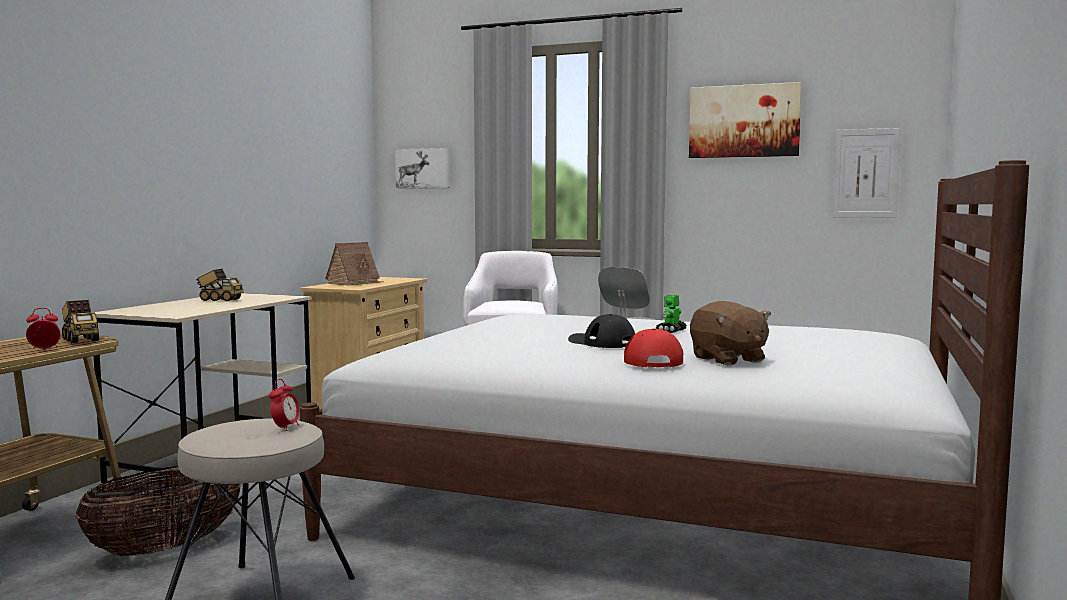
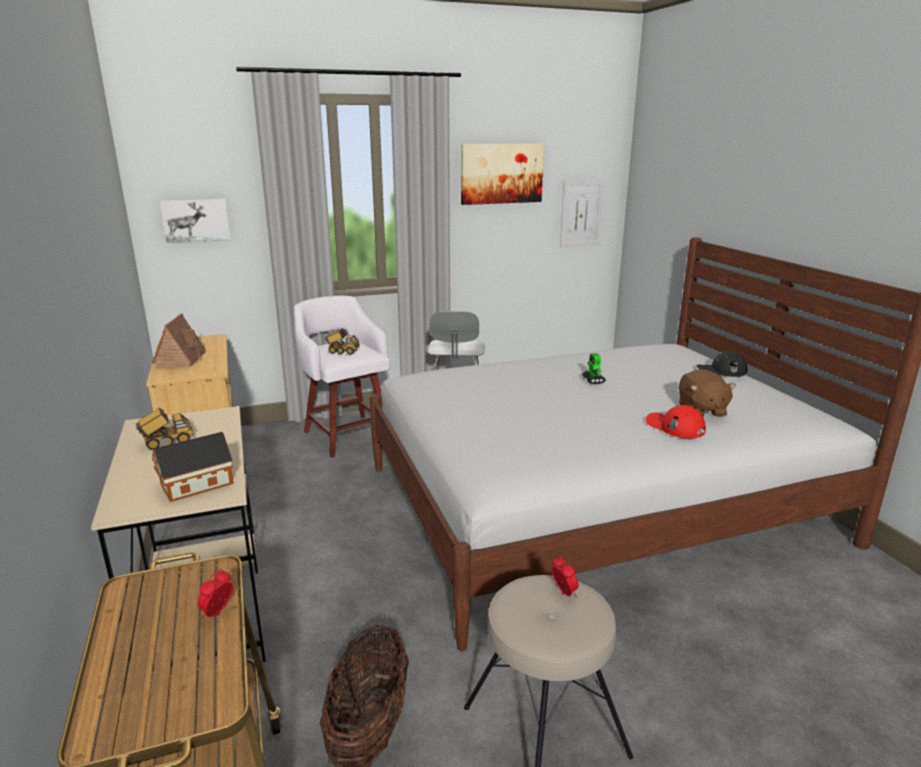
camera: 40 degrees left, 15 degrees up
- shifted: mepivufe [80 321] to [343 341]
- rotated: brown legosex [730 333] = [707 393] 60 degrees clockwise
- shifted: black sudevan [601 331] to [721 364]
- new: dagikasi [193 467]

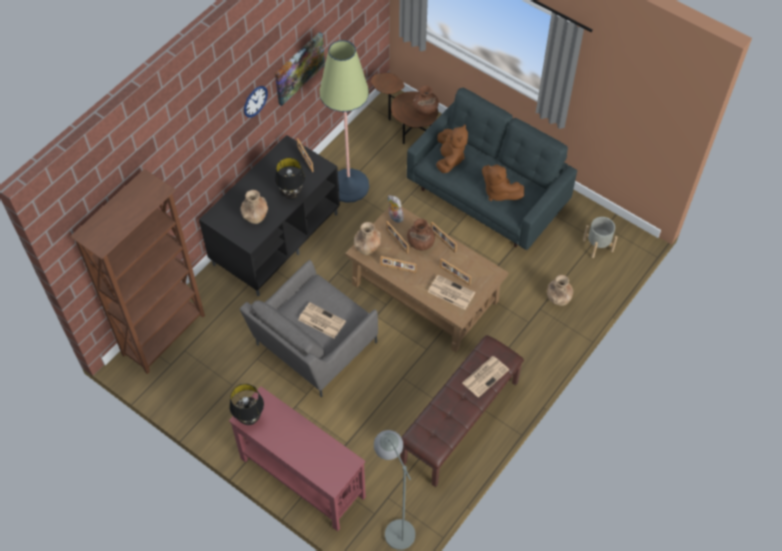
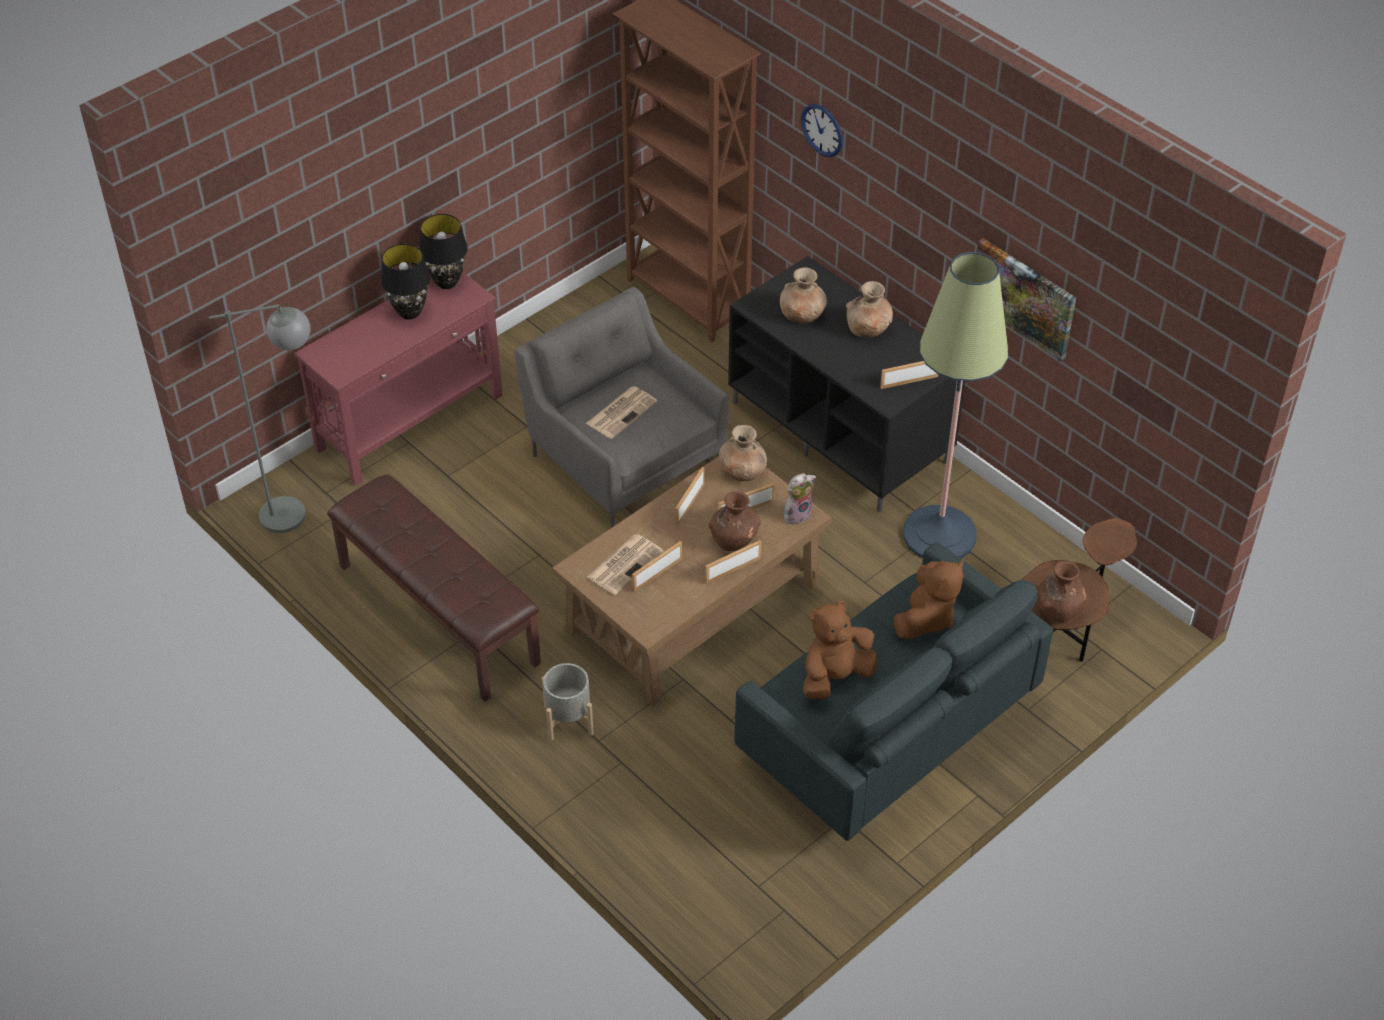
camera: 100 degrees right, 10 degrees down
- shifted: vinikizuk [256 102] to [822 130]
- rotated: brown legosex [452 148] = [928 599] 75 degrees counterclockwise
- shifted: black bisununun [290 179] to [405 282]
- shifted: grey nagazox [600 237] to [568 702]
- shifted: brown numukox [560 290] to [869 309]
- gone: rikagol [485 377]

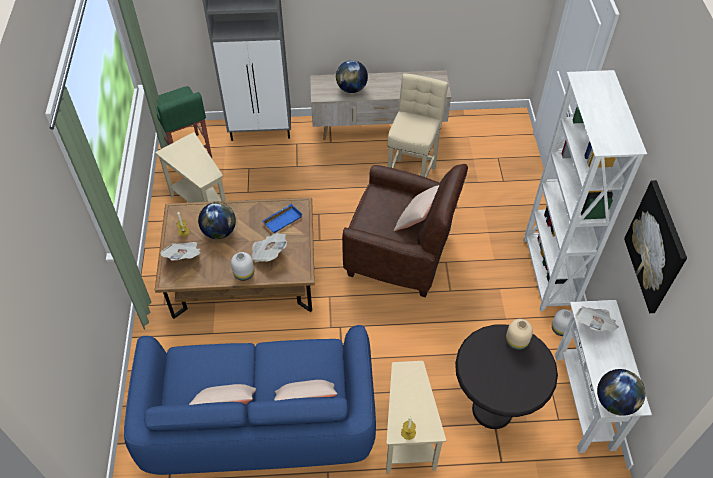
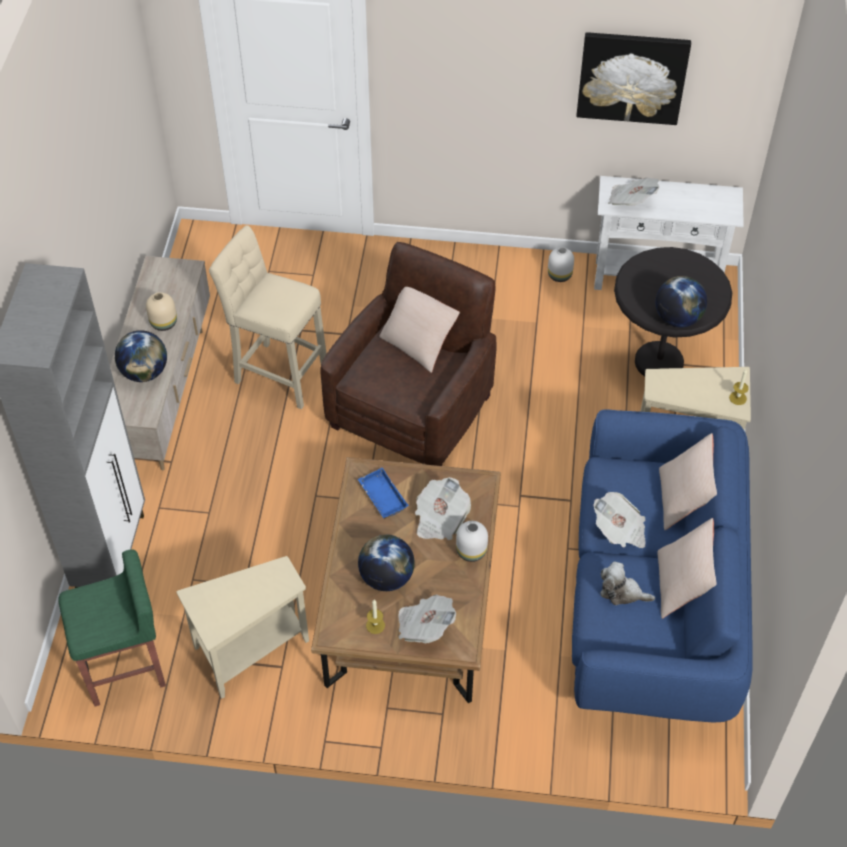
camera: 80 degrees left, 0 degrees up
- gone: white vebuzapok [585 190]
- shifted: beige numukox [519 334] to [161 311]
- shifted: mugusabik [621 392] to [681 301]
- new: rikagol [619 520]
- new: legosex [627 583]

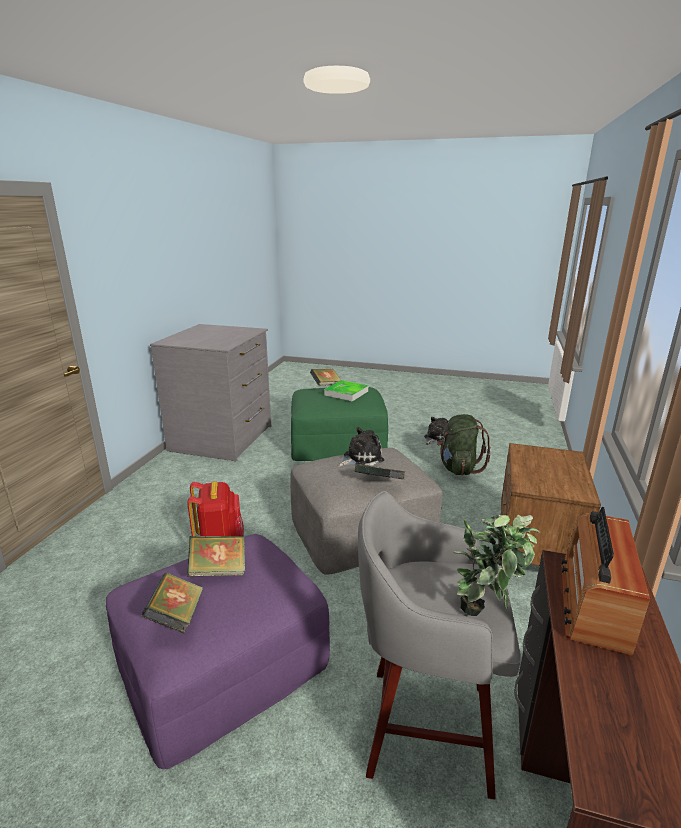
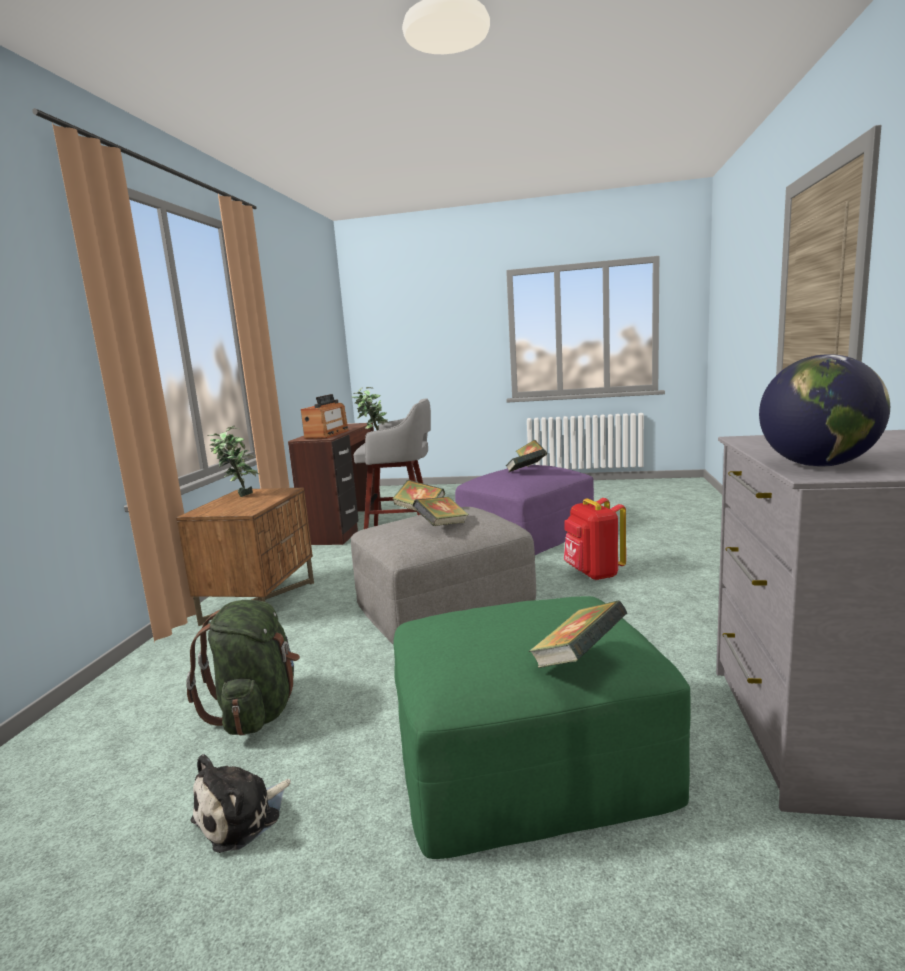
camera: 175 degrees right, 10 degrees down
- gone: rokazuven [346 390]
- swapped: legosex [361 447] to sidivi [441 511]
- new: mugusabik [824 410]
- new: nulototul [233 461]

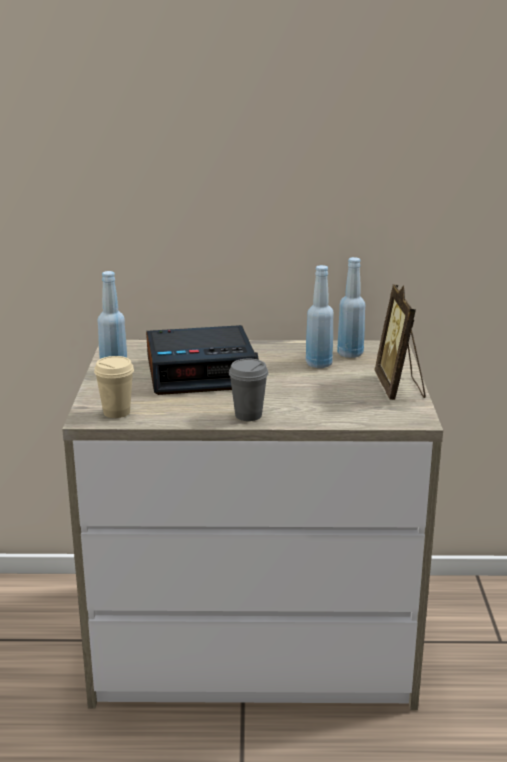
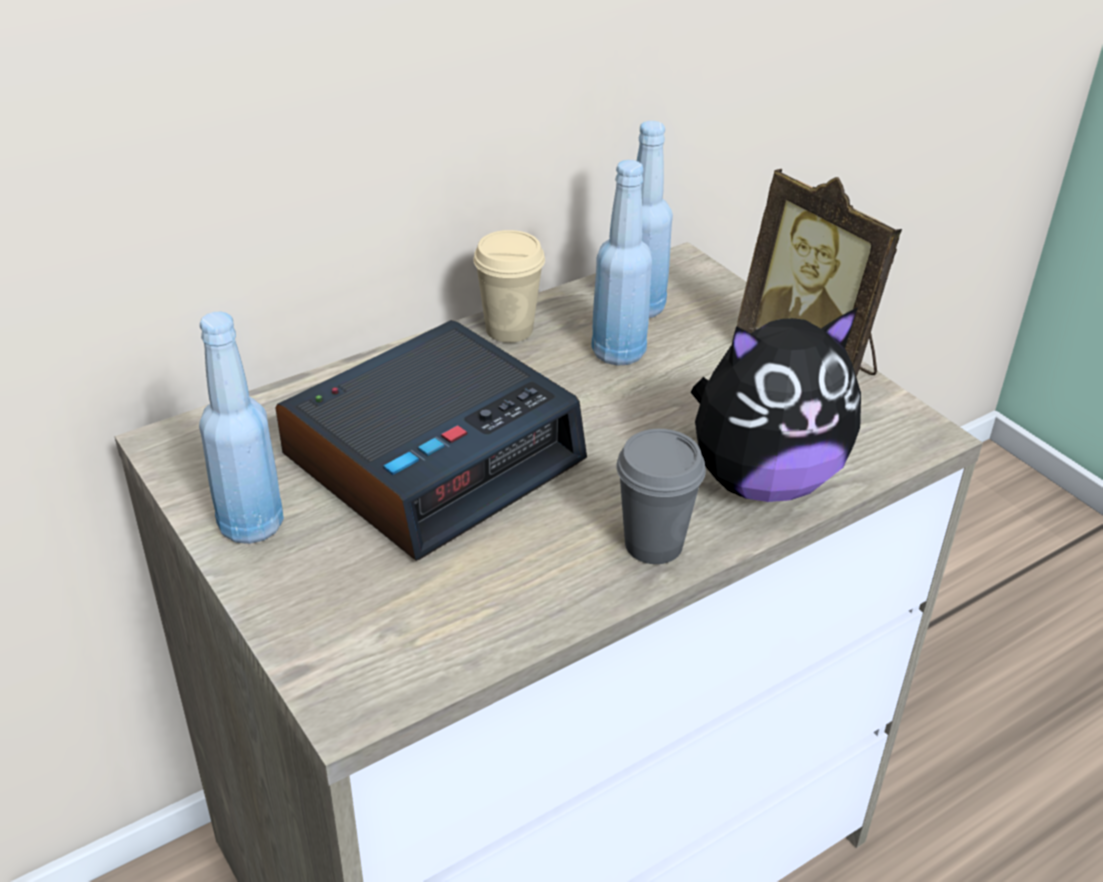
camera: 35 degrees left, 15 degrees up
- shifted: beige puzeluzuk [114 387] to [509 286]
- new: legosex [776 404]

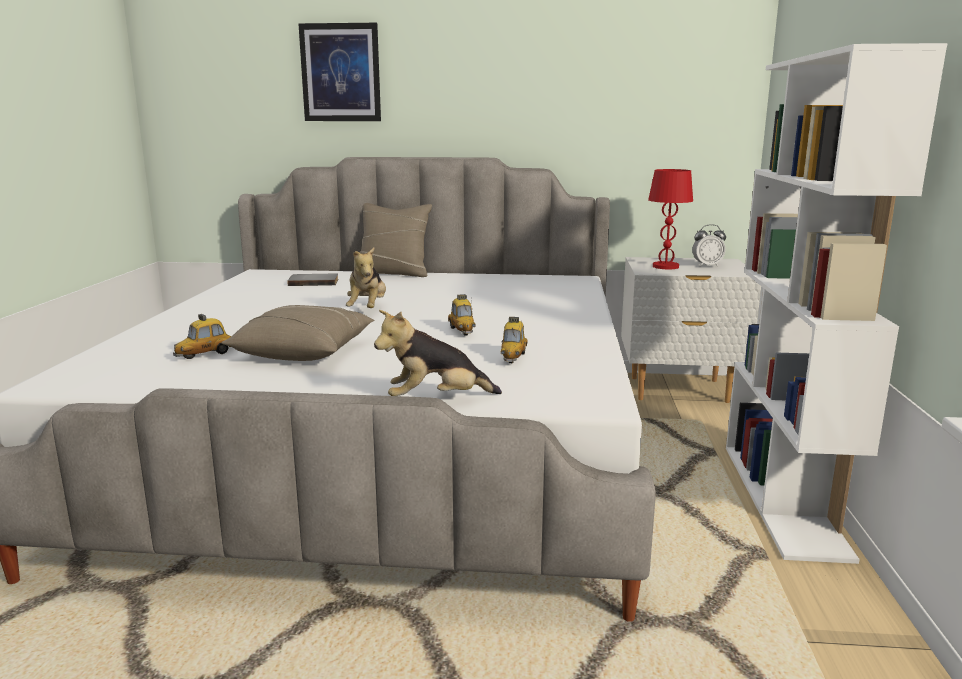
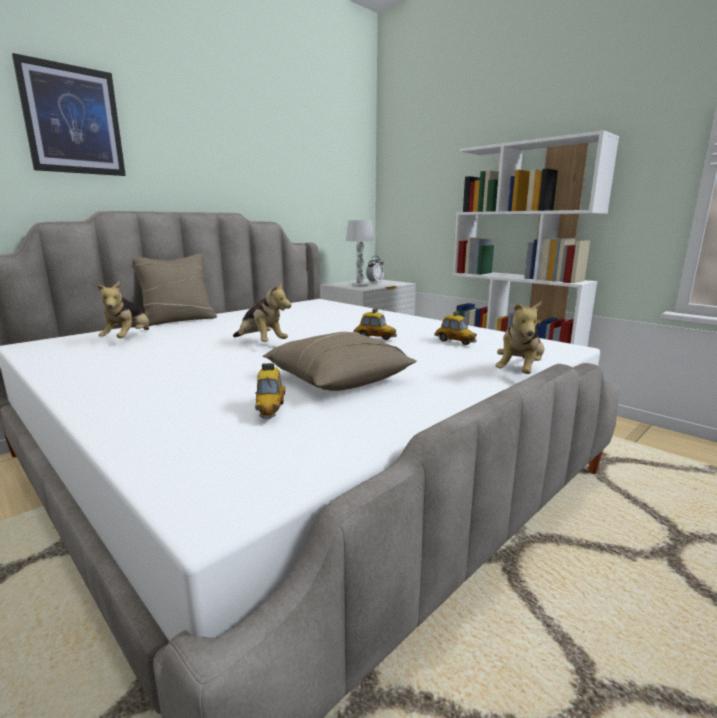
camera: 50 degrees left, 0 degrees up
- repainted: red bisununun [670 219] to white bisununun [360 253]
- swapped: grey sidivi [312 280] to legosex [123 309]

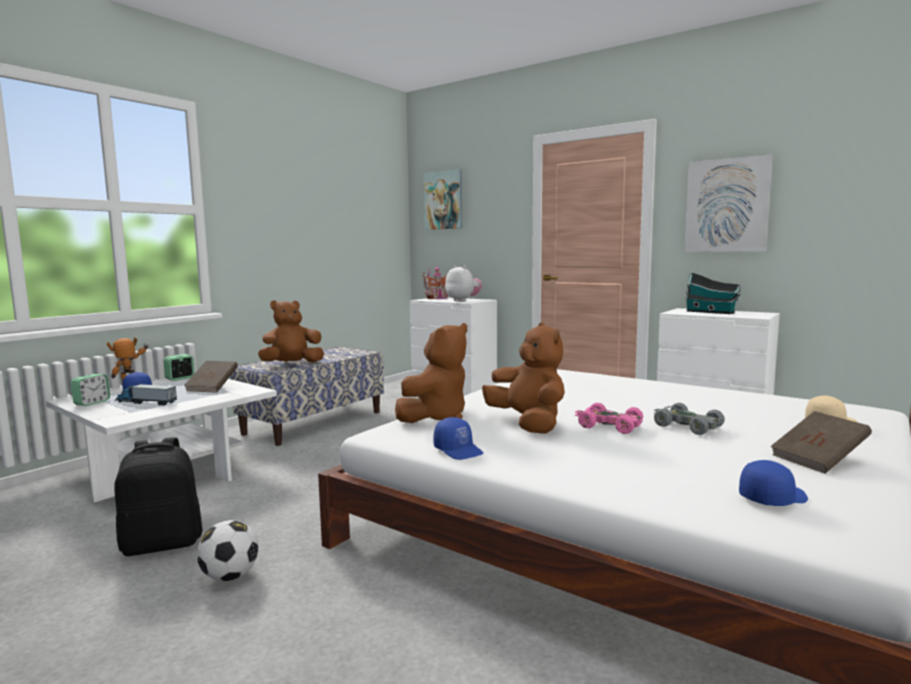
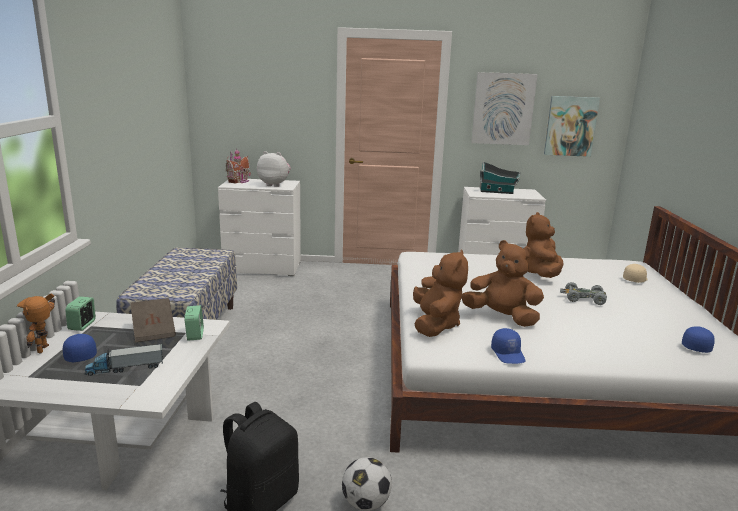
camera: 35 degrees left, 10 degrees up
- shifted: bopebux [442 199] to [572 126]
- shifted: brown legosex [291 331] to [545 245]
- shifted: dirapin [90 390] to [194 323]
- gone: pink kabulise [609 418]
- gone: brown sidivi [821 442]
- rotated: blue sudevan [459 438] = [508 346] 60 degrees clockwise

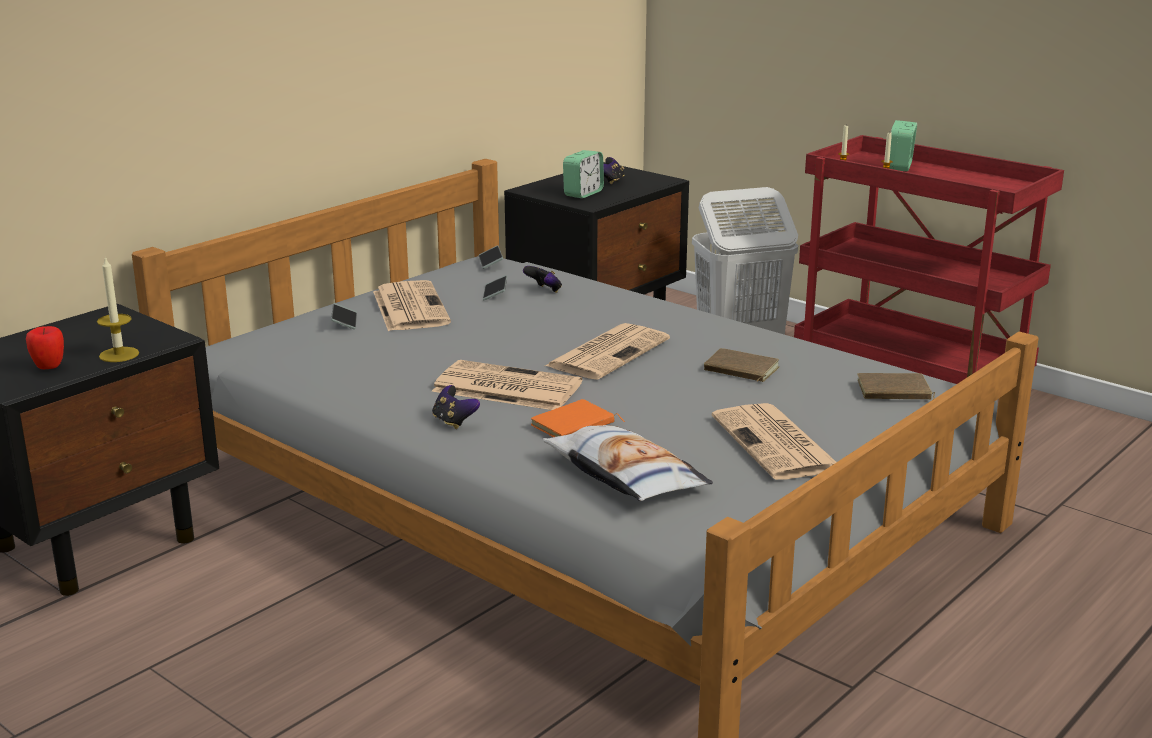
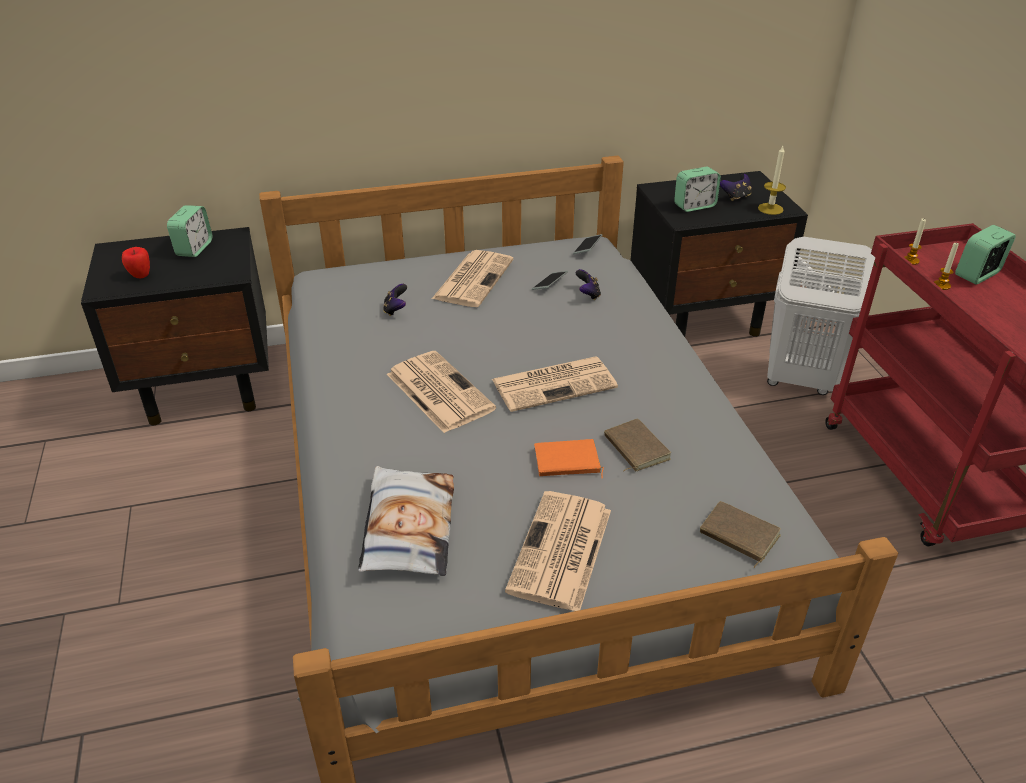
camera: 35 degrees right, 15 degrees up
- shifted: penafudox [118 309] to [772 180]
- gone: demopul [344 316]
- shifted: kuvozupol [456 407] to [395 300]
- shifted: orange sidivi [578 418] to [569 459]
- new: dirapin [189 231]

